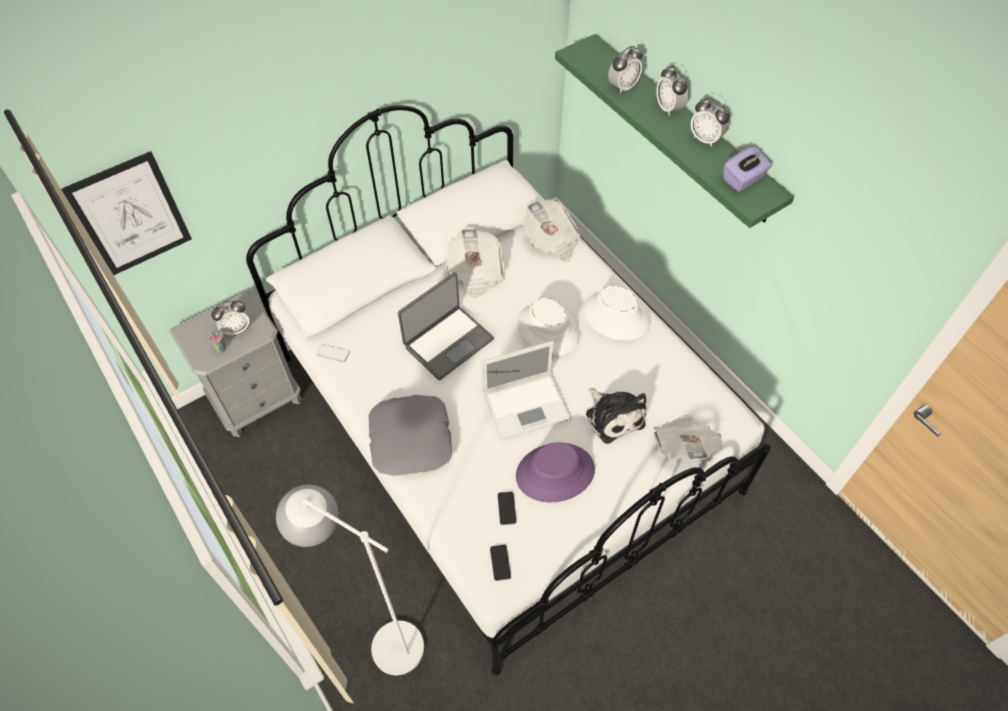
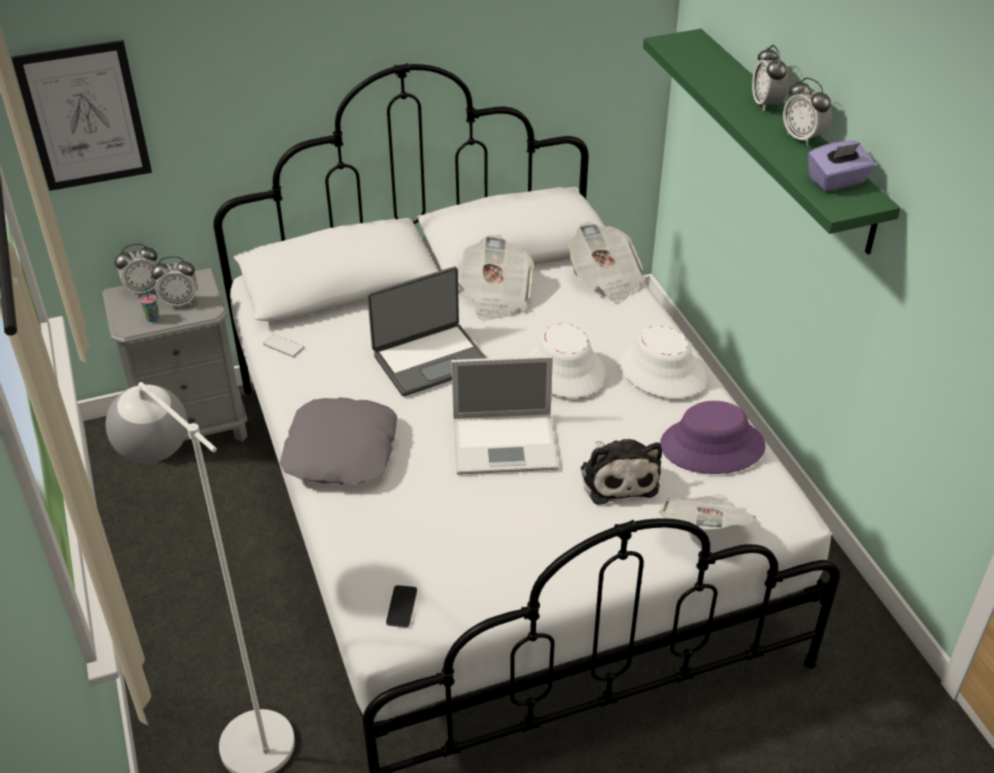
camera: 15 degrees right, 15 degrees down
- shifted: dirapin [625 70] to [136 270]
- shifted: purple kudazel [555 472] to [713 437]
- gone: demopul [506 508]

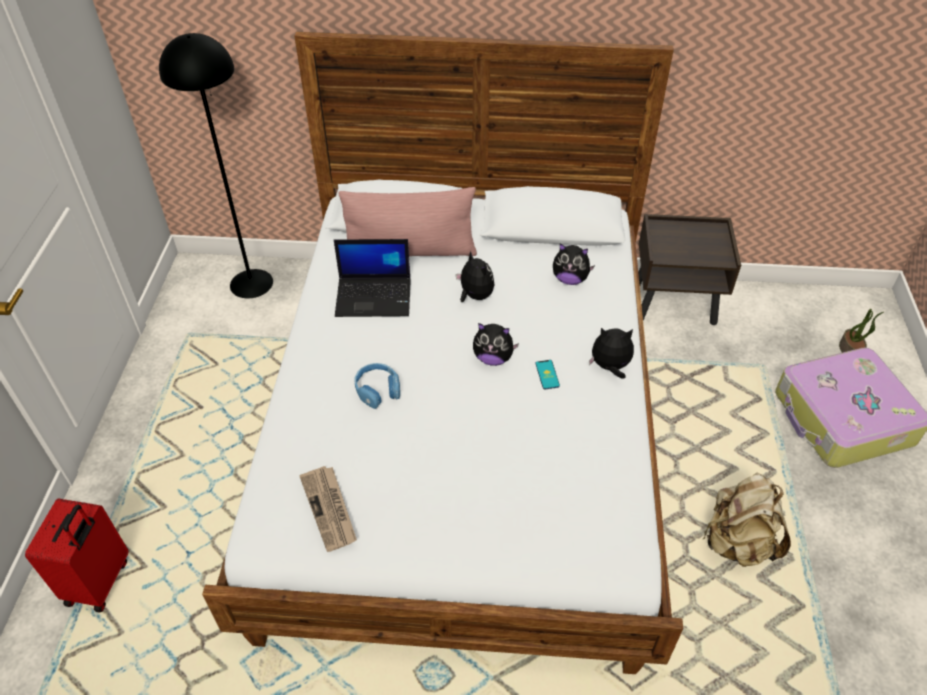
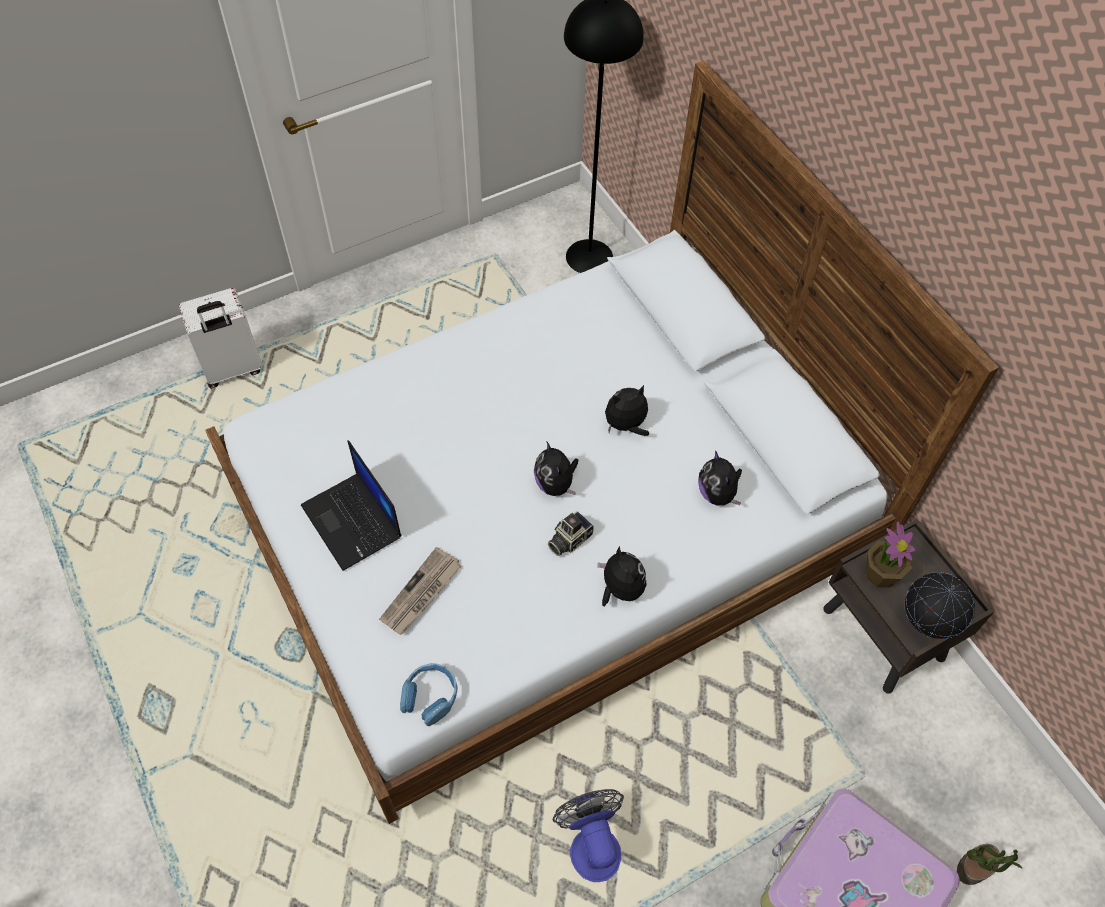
camera: 55 degrees right, 10 degrees up
- gone: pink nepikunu [407 221]
- shifted: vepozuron [372 278] to [351 505]
- rotated: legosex [475 276] = [627 410] 135 degrees counterclockwise
- swapped: demopul [548 374] to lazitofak [571 533]
- shifted: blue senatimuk [377 386] to [429 694]
- shifted: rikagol [328 509] to [420 591]
- swapped: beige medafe [747 519] to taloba [588 835]
- repainted: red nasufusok [76 556] to white nasufusok [221 338]
- new: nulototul [890 555]
- new: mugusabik [940 605]

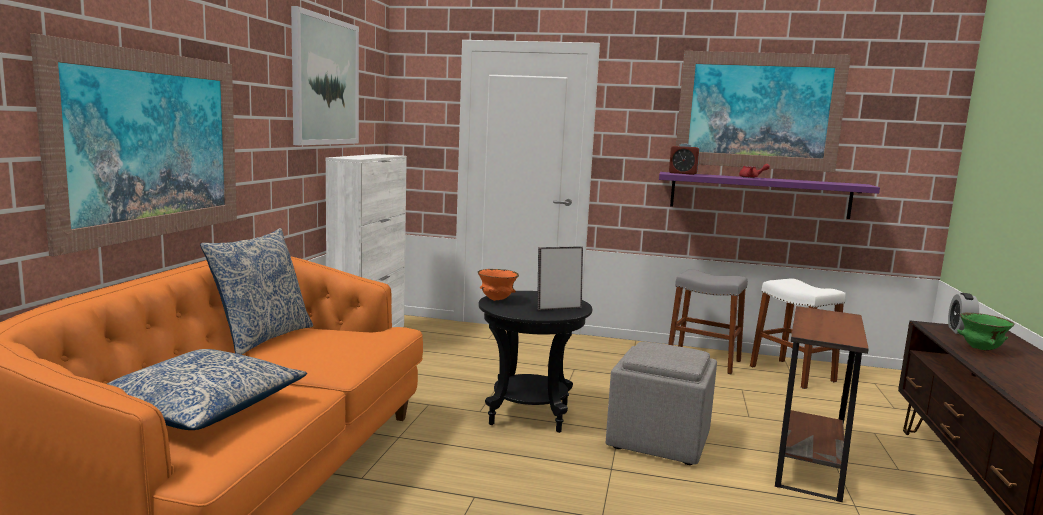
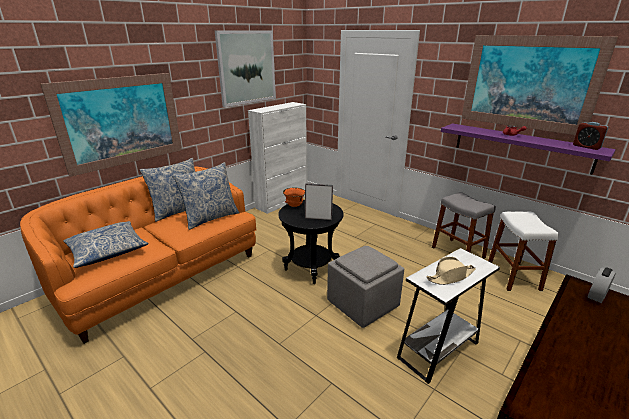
camera: 30 degrees right, 15 degrees up
- shifted: dirapin [684 159] to [590 136]
- repainted: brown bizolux [822 404] to white bizolux [448 316]
- gone: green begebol [986 331]
- new: nepikunu [206 196]
- new: beige kudazel [450 271]

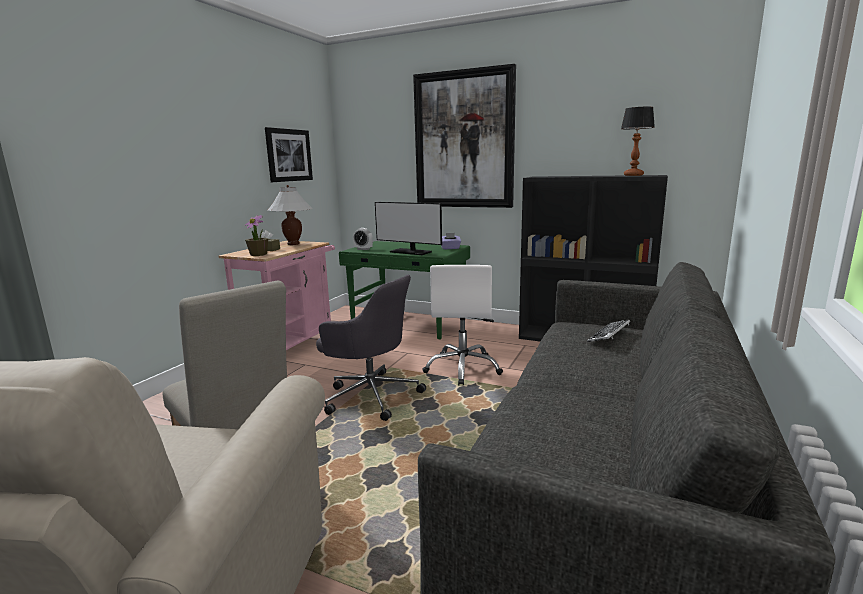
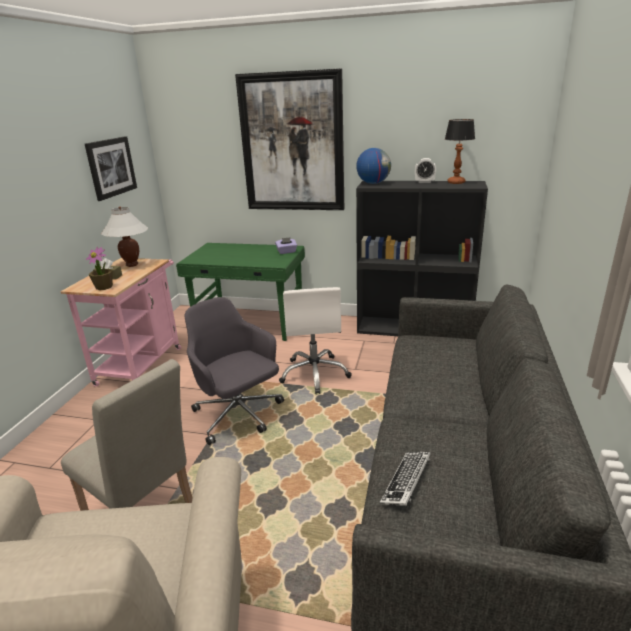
camera: 10 degrees left, 10 degrees up
- gone: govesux [408 228]
- shifted: dirapin [363 239] to [425 170]
- rotated: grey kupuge [371 347] = [234 371] 150 degrees counterclockwise
- shifted: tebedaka [608 331] to [405 479]
- new: mugusabik [373 166]

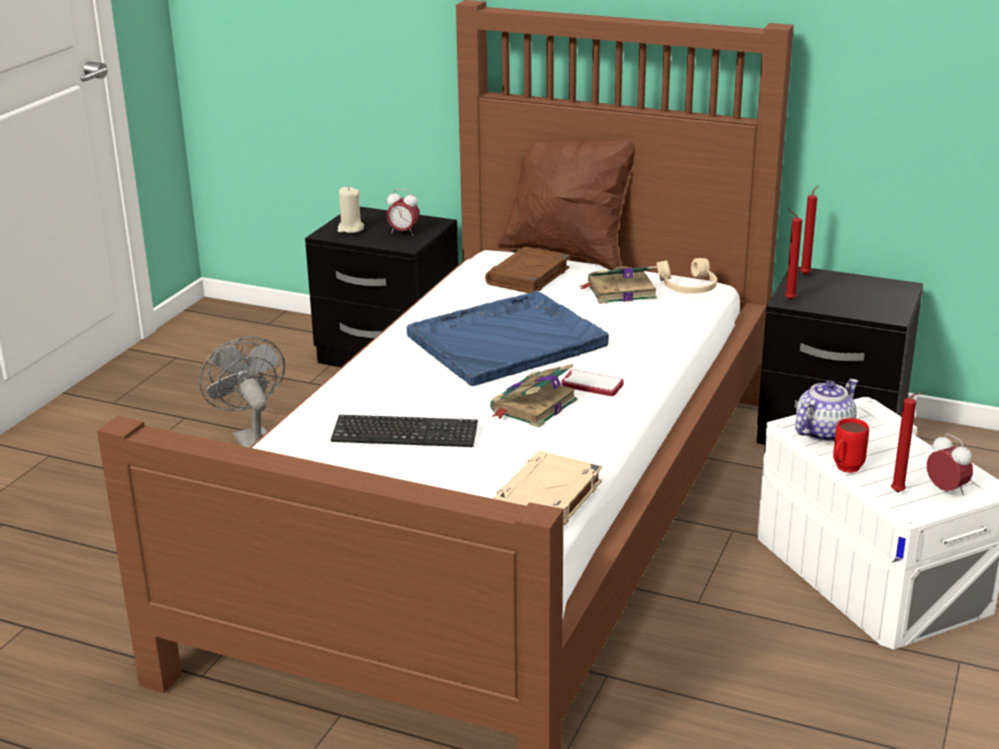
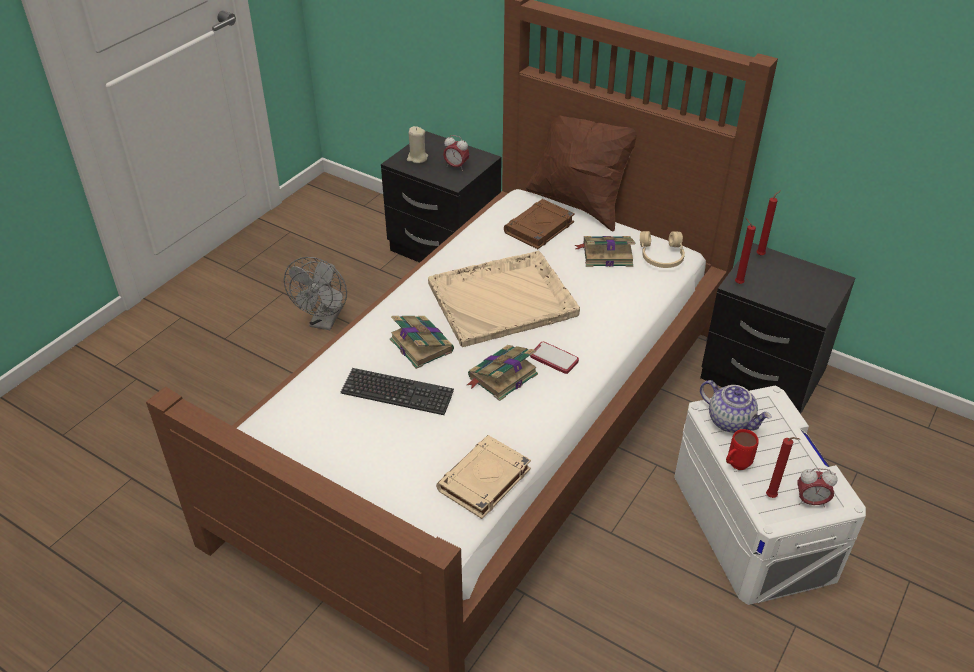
camera: 10 degrees right, 15 degrees up
- repainted: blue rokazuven [507 338] to beige rokazuven [504 299]
- rotated: grey taloba [242 392] = [315 293] 150 degrees counterclockwise
- rotated: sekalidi [826 410] = [736 406] 75 degrees clockwise
- rotated: dirapin [950 464] = [817 487] 120 degrees clockwise
- new: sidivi [422 342]

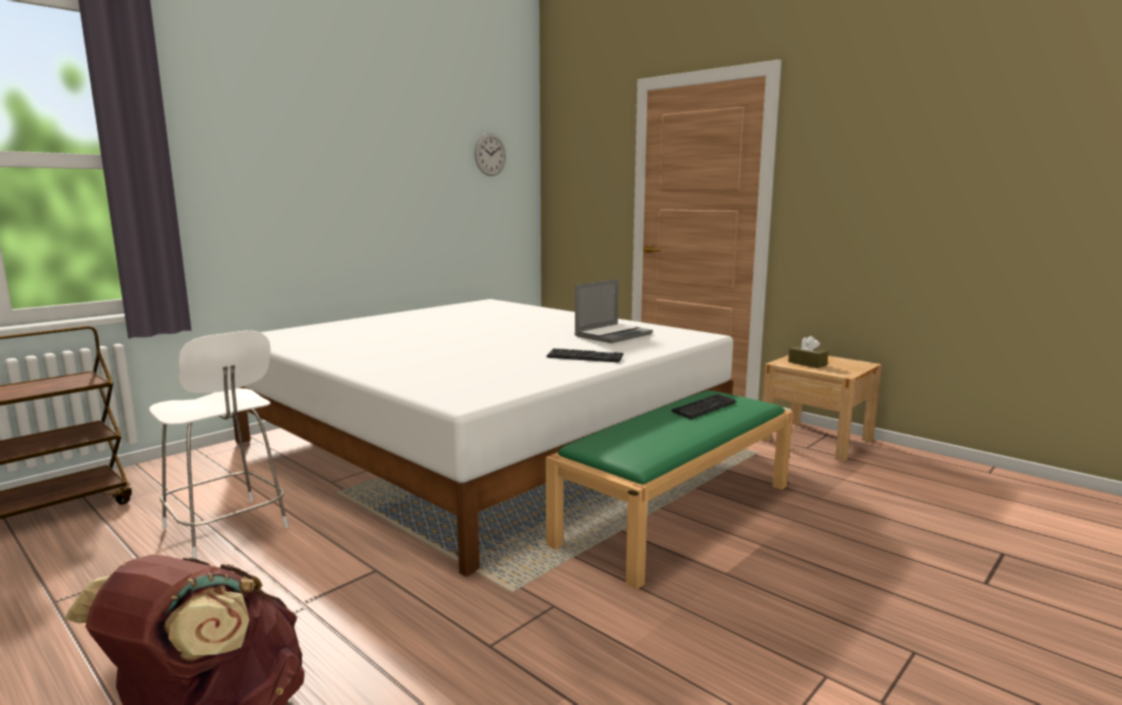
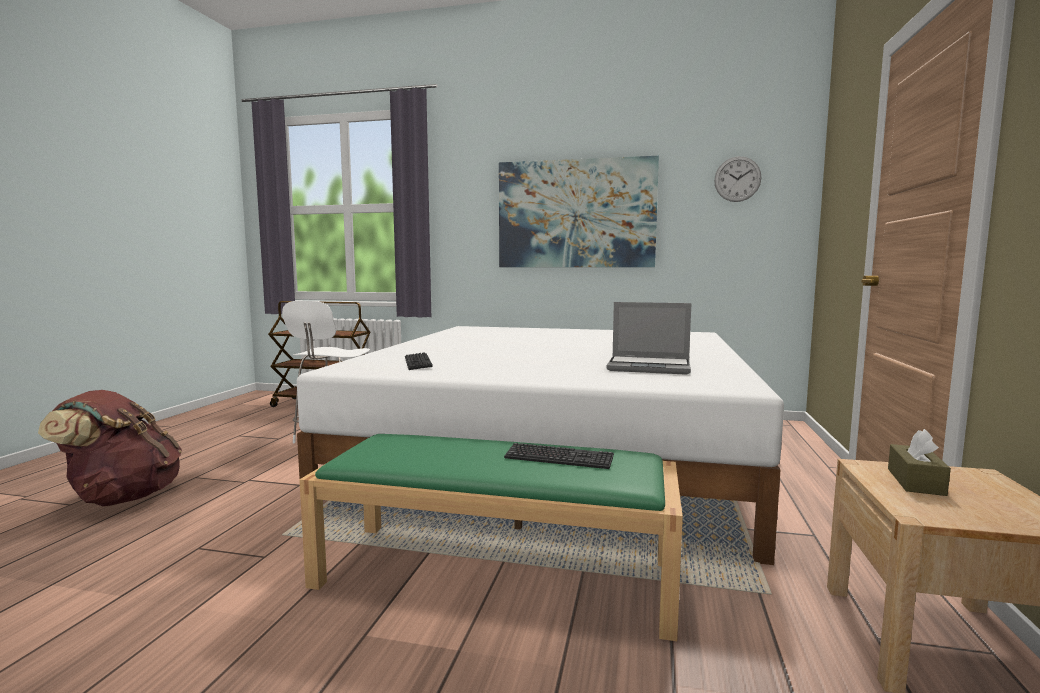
camera: 60 degrees right, 5 degrees down
- shifted: tebedaka [585 355] to [419 361]
- new: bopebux [579 211]

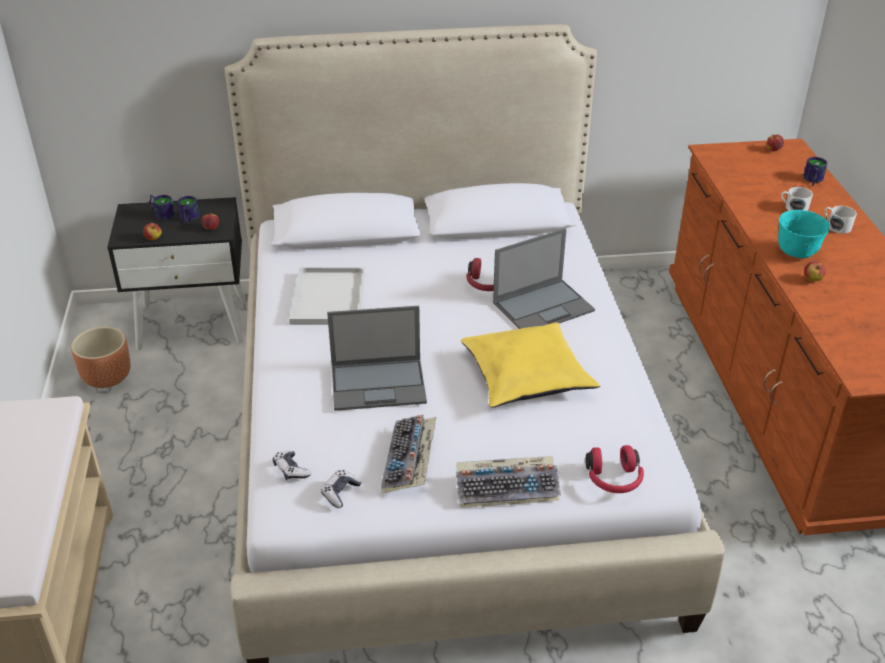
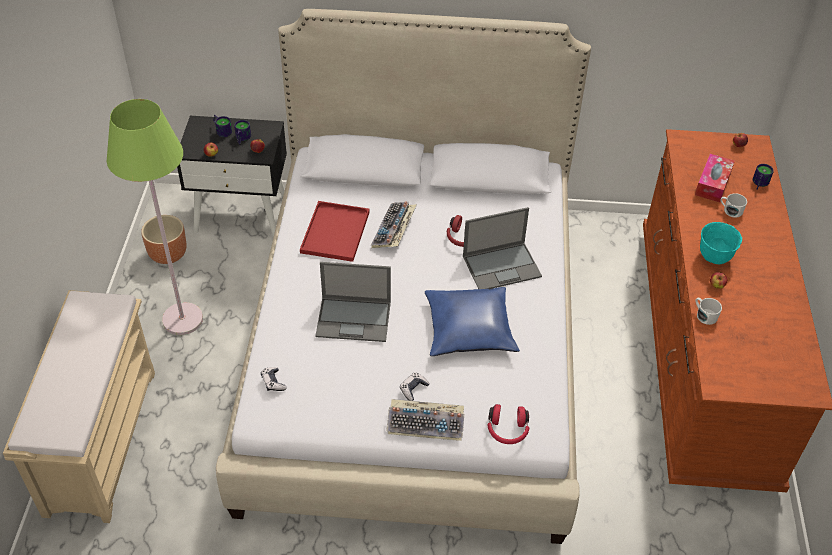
camera: 10 degrees right, 10 degrees up
- shifted: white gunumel [840 220] to [708 311]
- repainted: white rokazuven [327 296] to red rokazuven [335 231]
- repainted: yellow nepikunu [530 365] to blue nepikunu [472 321]
- shifted: tebedaka [408 454] to [394 225]
- shifted: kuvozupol [341 489] to [415 386]
- new: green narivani [155 217]
- new: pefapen [715 178]

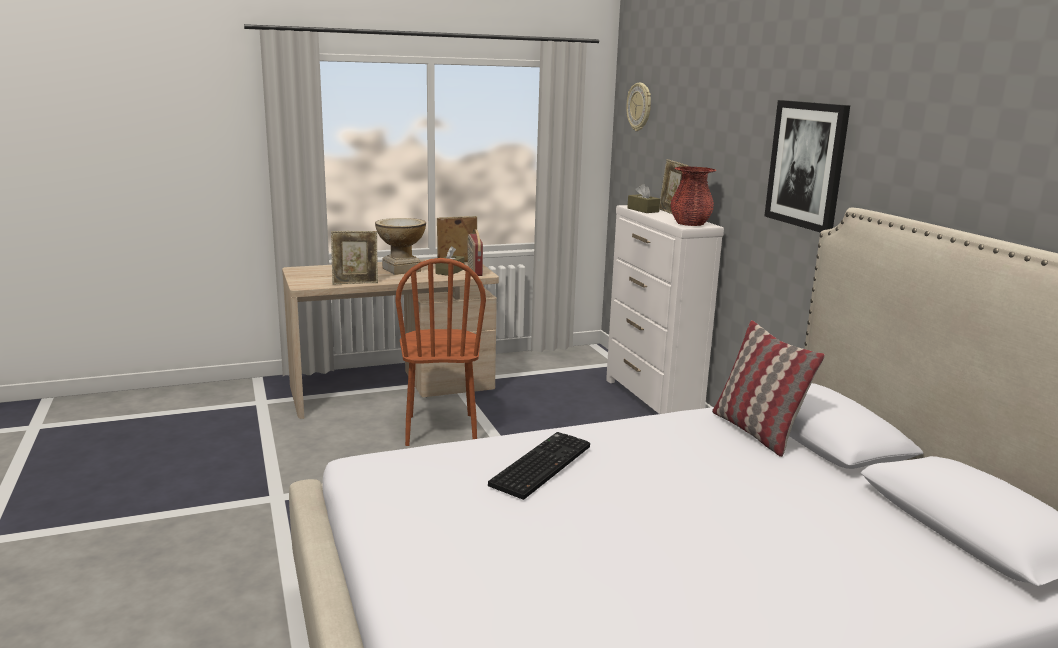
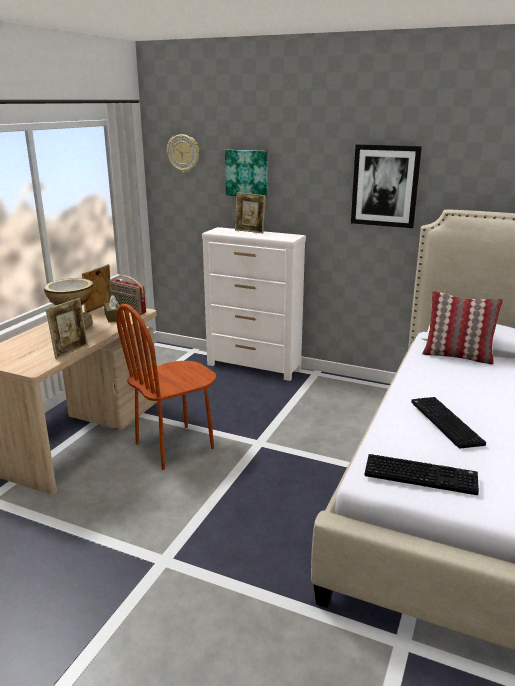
camera: 45 degrees left, 5 degrees up
- gone: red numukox [694 196]
- gone: brown pefapen [643 198]
- rotated: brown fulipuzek [440 352] = [166 387] 105 degrees clockwise
- new: bopebux [246 174]
- new: tebedaka [421 474]

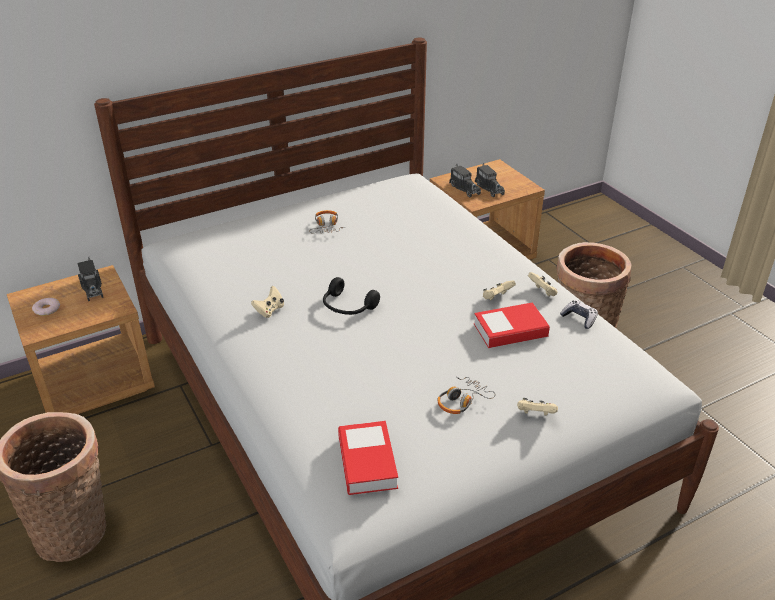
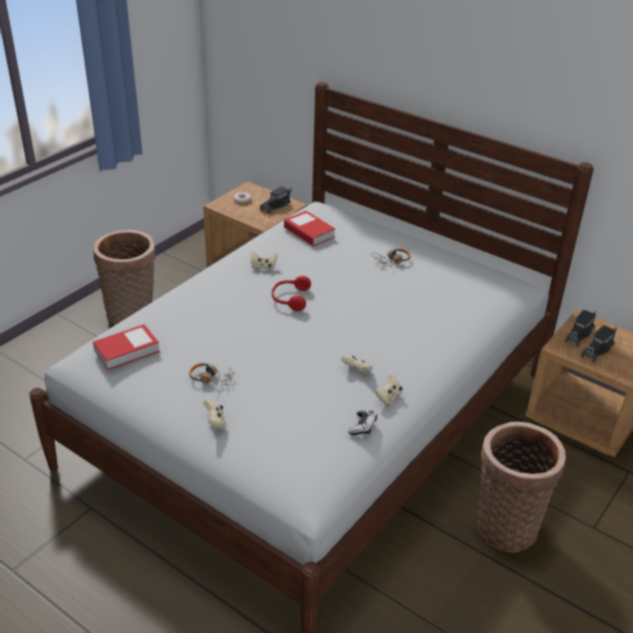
camera: 65 degrees right, 0 degrees up
- repainted: black senatimuk [351 296] to red senatimuk [291 293]
- shifted: sidivi [512 325] to [309 228]

